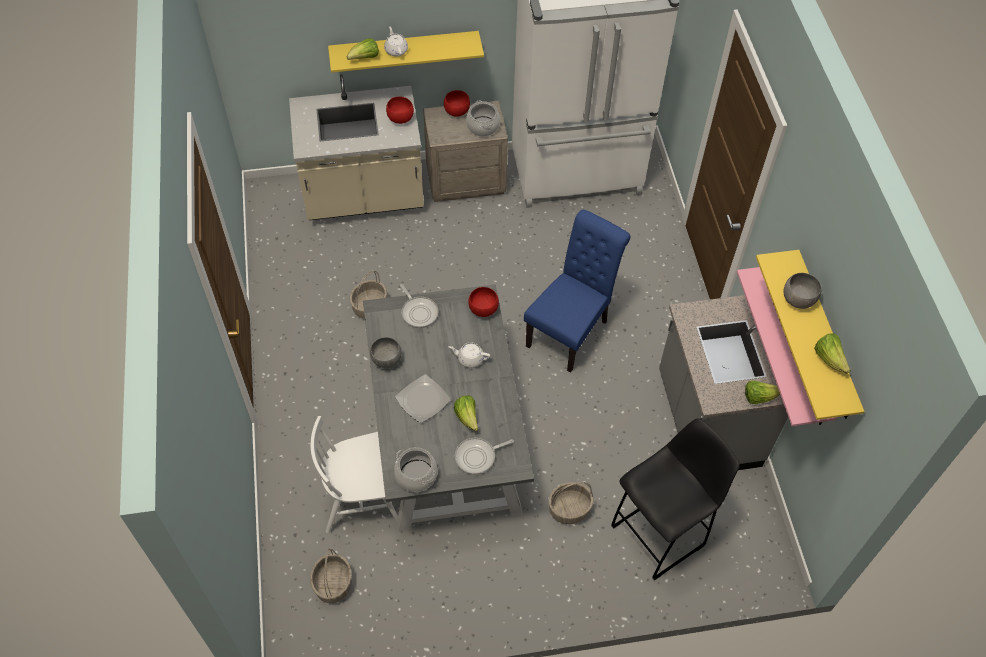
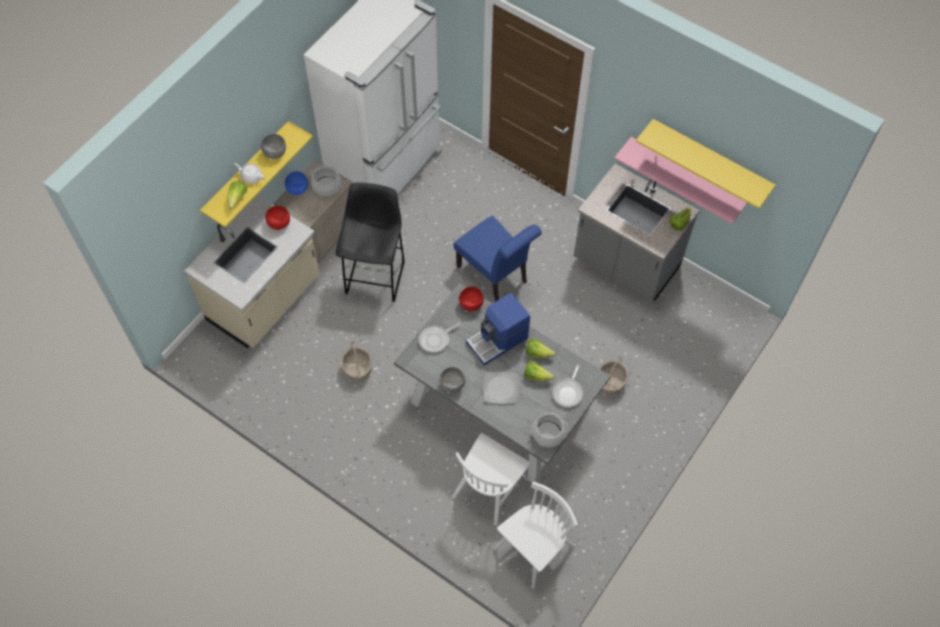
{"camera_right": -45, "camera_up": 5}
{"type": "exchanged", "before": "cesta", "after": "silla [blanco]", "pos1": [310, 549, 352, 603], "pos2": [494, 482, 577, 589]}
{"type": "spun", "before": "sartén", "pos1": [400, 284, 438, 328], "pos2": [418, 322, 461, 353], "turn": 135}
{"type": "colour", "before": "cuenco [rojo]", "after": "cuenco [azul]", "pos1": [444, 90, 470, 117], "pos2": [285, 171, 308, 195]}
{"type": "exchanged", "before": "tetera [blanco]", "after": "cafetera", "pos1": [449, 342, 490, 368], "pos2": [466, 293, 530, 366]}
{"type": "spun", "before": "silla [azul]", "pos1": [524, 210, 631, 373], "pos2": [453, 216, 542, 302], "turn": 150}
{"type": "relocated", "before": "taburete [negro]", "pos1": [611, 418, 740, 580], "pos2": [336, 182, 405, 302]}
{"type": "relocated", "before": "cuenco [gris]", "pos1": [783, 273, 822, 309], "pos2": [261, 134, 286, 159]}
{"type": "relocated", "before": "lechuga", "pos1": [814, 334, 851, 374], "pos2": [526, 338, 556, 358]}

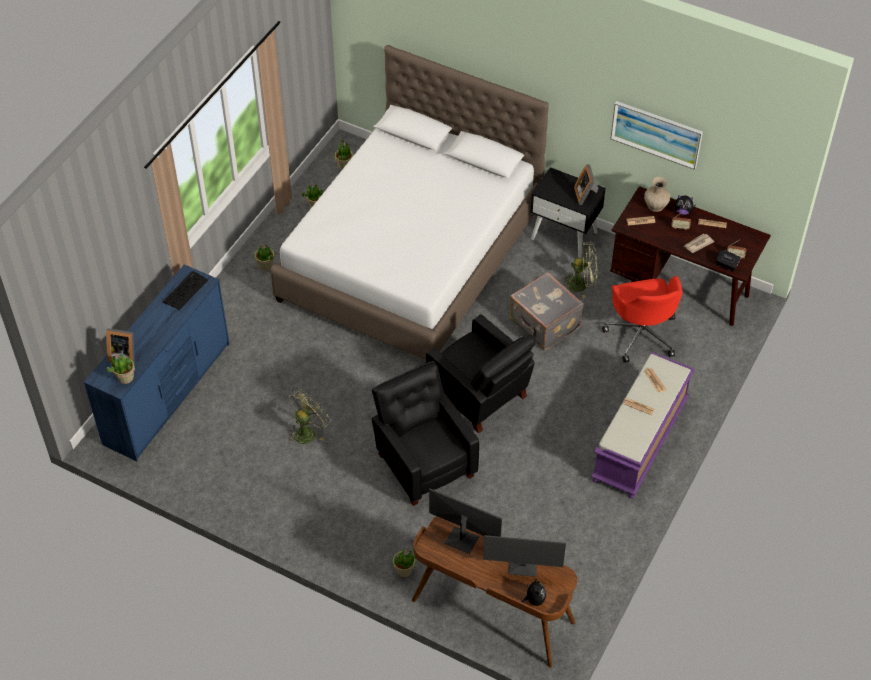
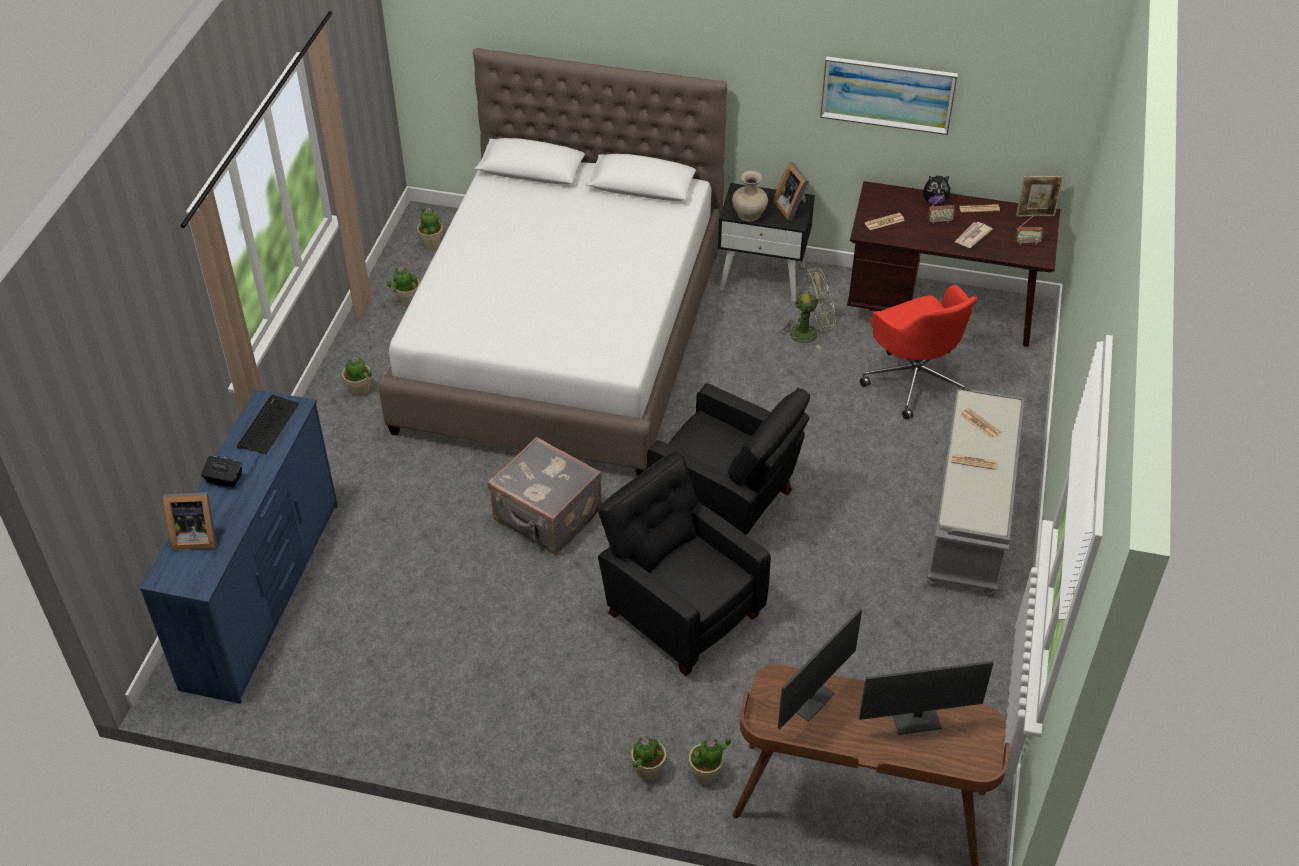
{"camera_right": -15, "camera_up": -5}
{"type": "relocated", "before": "planta en maceta", "pos1": [107, 354, 135, 384], "pos2": [631, 736, 666, 781]}
{"type": "missing", "before": "ventilador [verde]", "pos1": [288, 389, 331, 444]}
{"type": "spun", "before": "monitor", "pos1": [429, 488, 502, 554], "pos2": [778, 609, 862, 729], "turn": 120}
{"type": "relocated", "before": "maleta [gris]", "pos1": [510, 272, 583, 350], "pos2": [488, 437, 602, 555]}
{"type": "missing", "before": "peluche", "pos1": [521, 578, 546, 606]}
{"type": "colour", "before": "banco [morado]", "after": "banco [gris]", "pos1": [591, 352, 695, 498], "pos2": [927, 389, 1025, 597]}
{"type": "relocated", "before": "florero [beis]", "pos1": [644, 177, 670, 212], "pos2": [732, 171, 768, 221]}
{"type": "relocated", "before": "caja de pañuelos [negro]", "pos1": [716, 250, 741, 272], "pos2": [201, 456, 242, 488]}
{"type": "appeared", "after": "portarretratos", "pos2": [1016, 176, 1063, 217]}

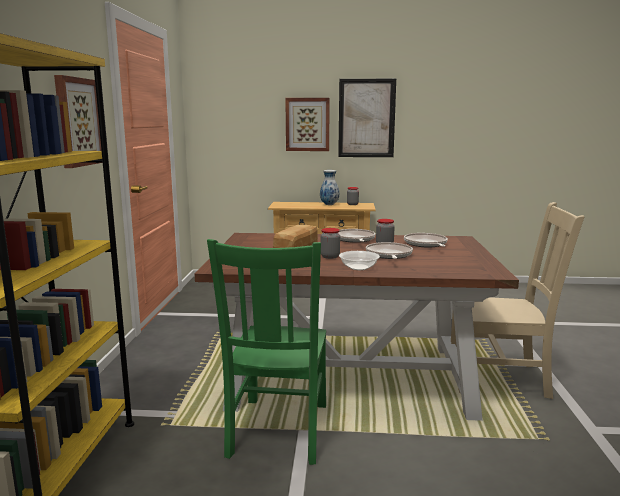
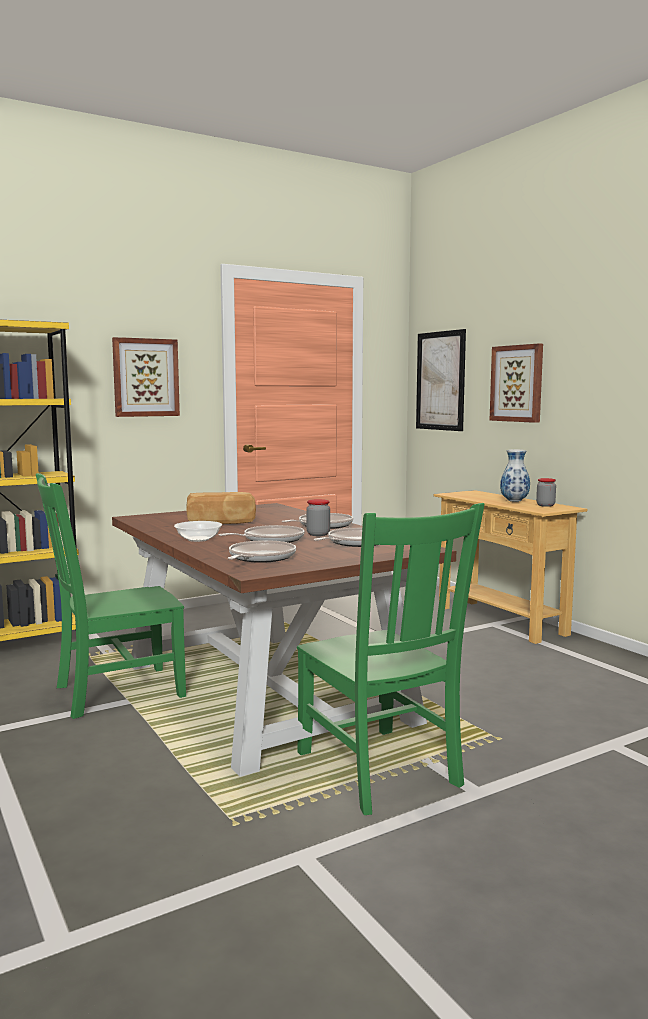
{"camera_right": 55, "camera_up": -5}
{"type": "missing", "before": "tarro", "pos1": [321, 228, 340, 259]}
{"type": "relocated", "before": "cuadro", "pos1": [338, 79, 396, 157], "pos2": [416, 329, 466, 431]}
{"type": "colour", "before": "silla [beis]", "after": "silla [verde]", "pos1": [451, 202, 584, 399], "pos2": [297, 503, 484, 815]}
{"type": "appeared", "after": "sartén", "pos2": [228, 540, 296, 563]}

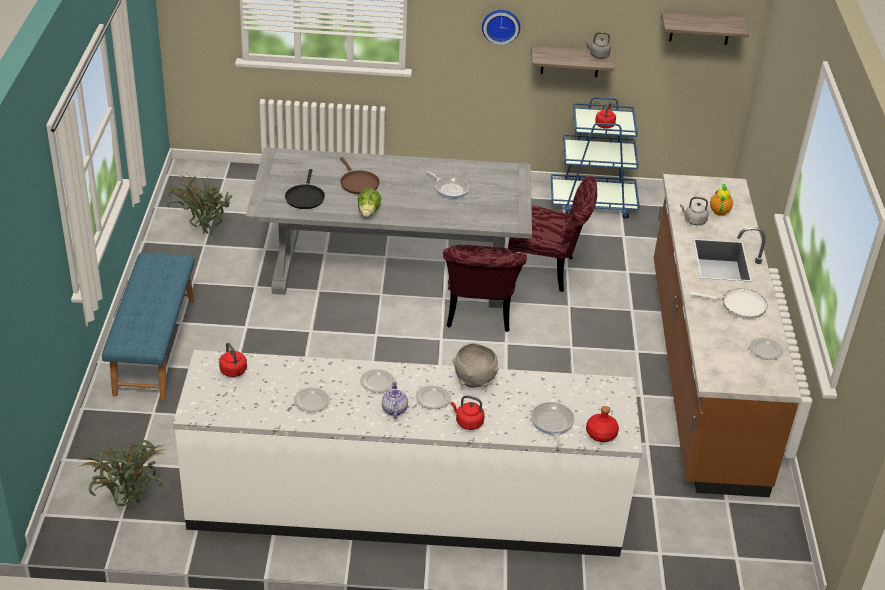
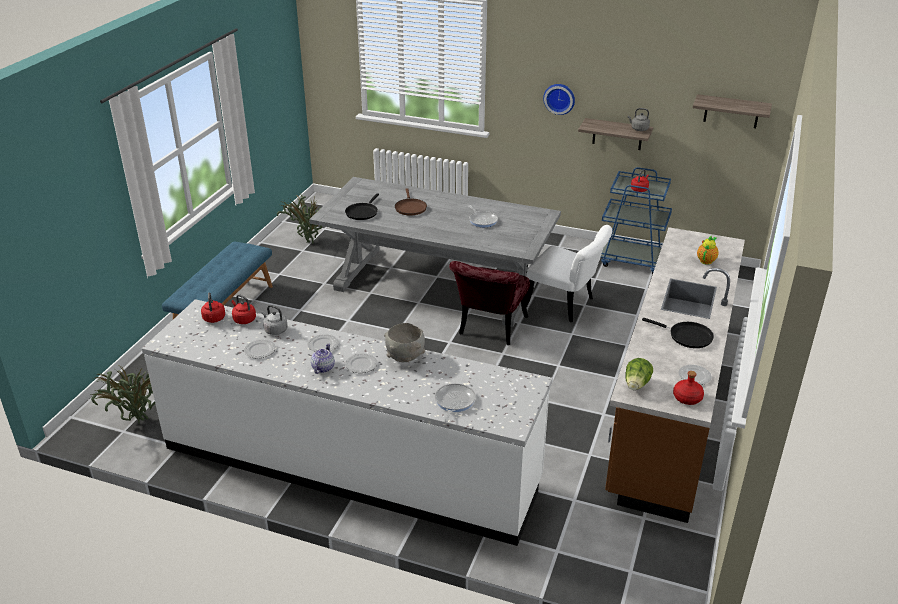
{"camera_right": 20, "camera_up": -5}
{"type": "relocated", "before": "lechuga", "pos1": [358, 189, 381, 217], "pos2": [625, 358, 653, 390]}
{"type": "relocated", "before": "hervidor [rojo]", "pos1": [451, 395, 485, 430], "pos2": [232, 295, 256, 324]}
{"type": "colour", "before": "silla [rojo]", "after": "silla [blanco]", "pos1": [508, 176, 597, 292], "pos2": [526, 225, 612, 322]}
{"type": "relocated", "before": "botella [rojo]", "pos1": [586, 406, 619, 442], "pos2": [673, 371, 704, 405]}
{"type": "relocated", "before": "hervidor [gris]", "pos1": [680, 197, 709, 226], "pos2": [261, 305, 288, 335]}
{"type": "colour", "before": "sartén [blanco]", "after": "sartén [negro]", "pos1": [690, 289, 767, 319], "pos2": [642, 318, 714, 348]}

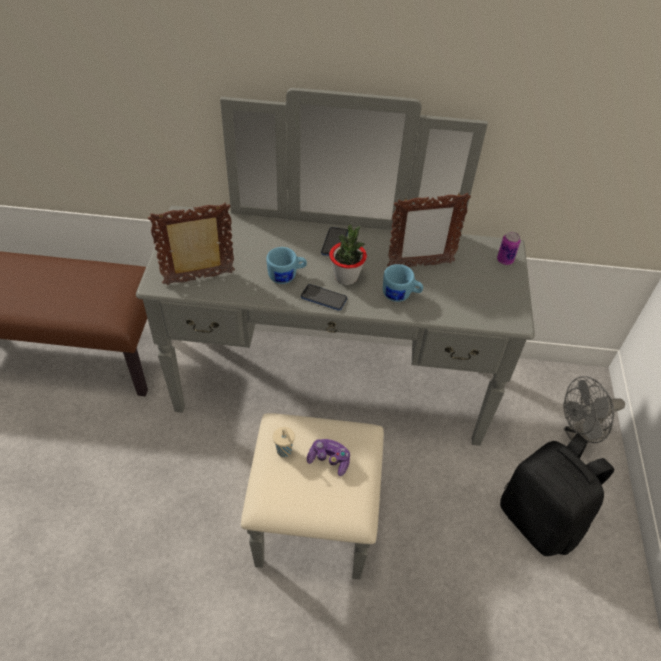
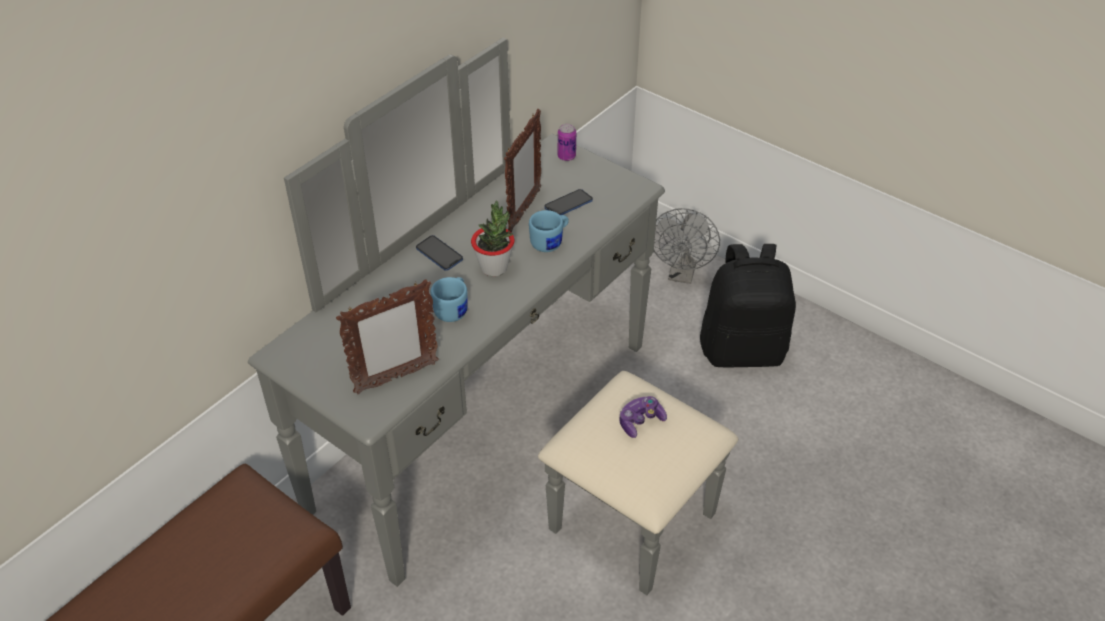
{"camera_right": -55, "camera_up": -5}
{"type": "spun", "before": "portarretratos", "pos1": [148, 202, 235, 285], "pos2": [336, 279, 439, 394], "turn": -135}
{"type": "missing", "before": "taza [beis]", "pos1": [273, 427, 295, 457]}
{"type": "relocated", "before": "móvil", "pos1": [301, 284, 347, 311], "pos2": [544, 189, 593, 215]}

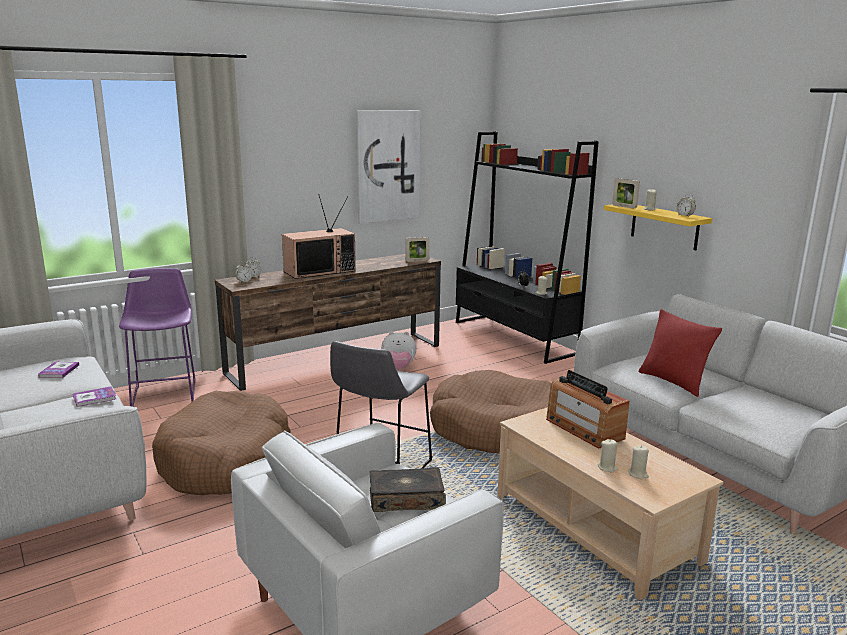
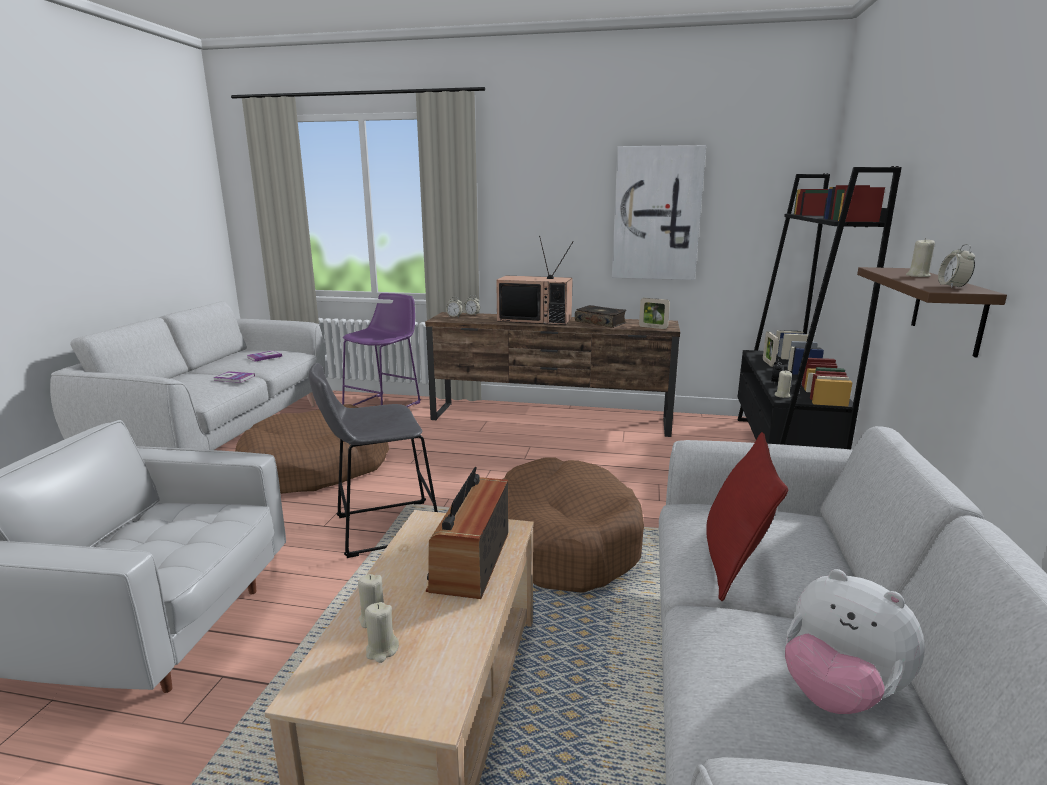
{"camera_right": 45, "camera_up": 0}
{"type": "relocated", "before": "libro", "pos1": [369, 467, 446, 512], "pos2": [575, 305, 626, 328]}
{"type": "relocated", "before": "peluche", "pos1": [381, 331, 416, 370], "pos2": [785, 569, 925, 714]}
{"type": "colour", "before": "estante [amarillo]", "after": "estante [marrón]", "pos1": [604, 204, 712, 250], "pos2": [857, 267, 1007, 358]}
{"type": "relocated", "before": "portarretratos", "pos1": [612, 178, 640, 209], "pos2": [763, 332, 778, 367]}

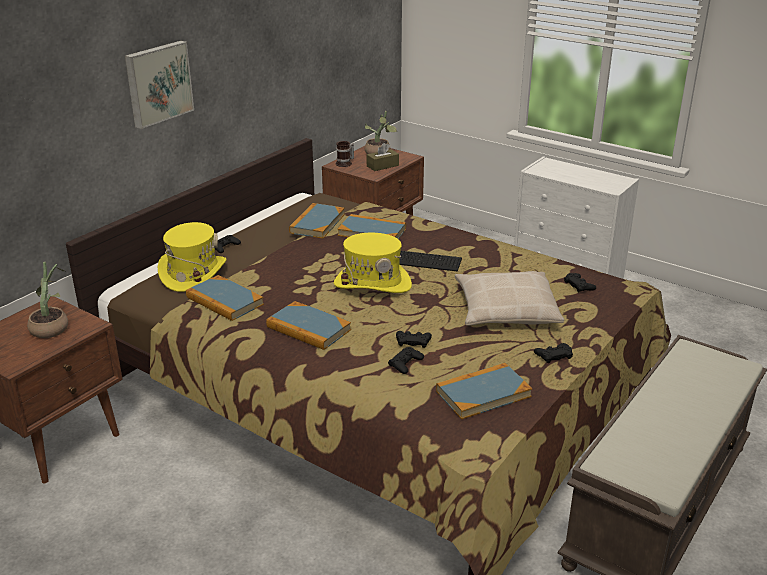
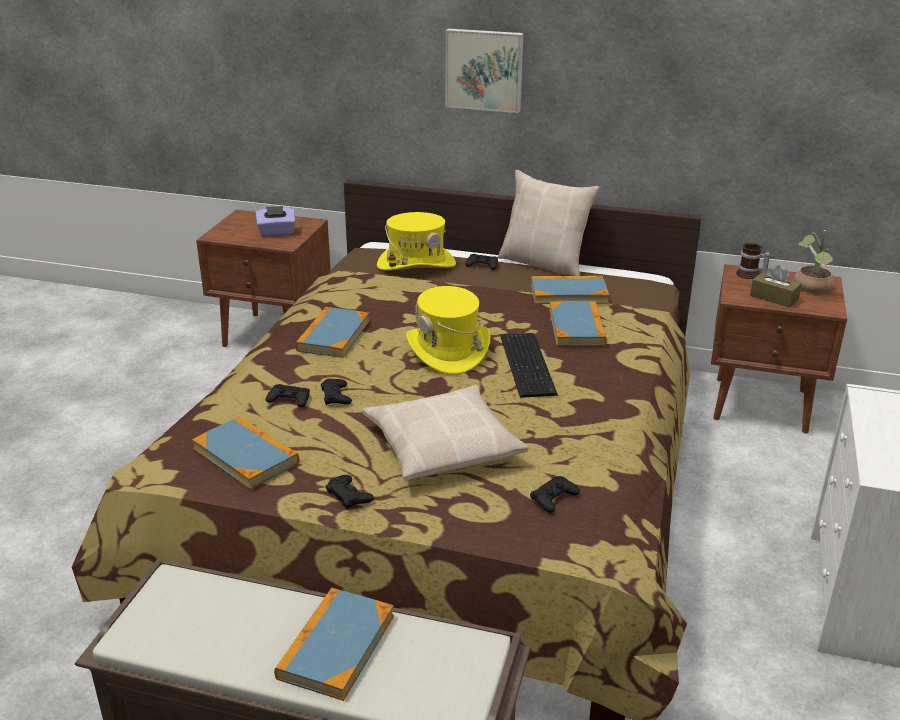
{"camera_right": 70, "camera_up": 0}
{"type": "exchanged", "before": "planta en maceta", "after": "caja de pañuelos [morado]", "pos1": [27, 262, 68, 338], "pos2": [256, 206, 296, 237]}
{"type": "relocated", "before": "libro", "pos1": [186, 275, 264, 321], "pos2": [274, 588, 394, 701]}
{"type": "appeared", "after": "cojín [beis]", "pos2": [498, 170, 600, 276]}

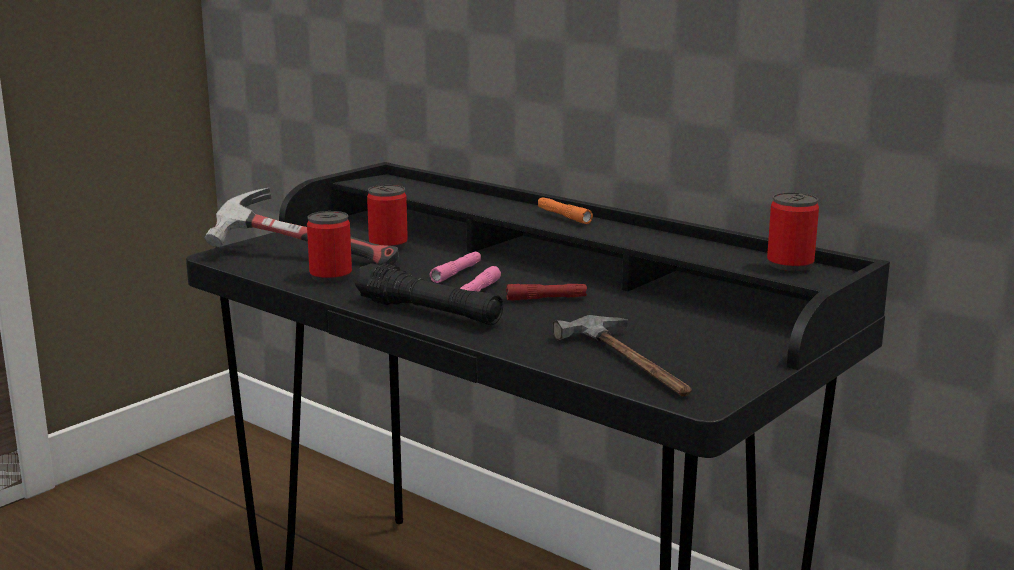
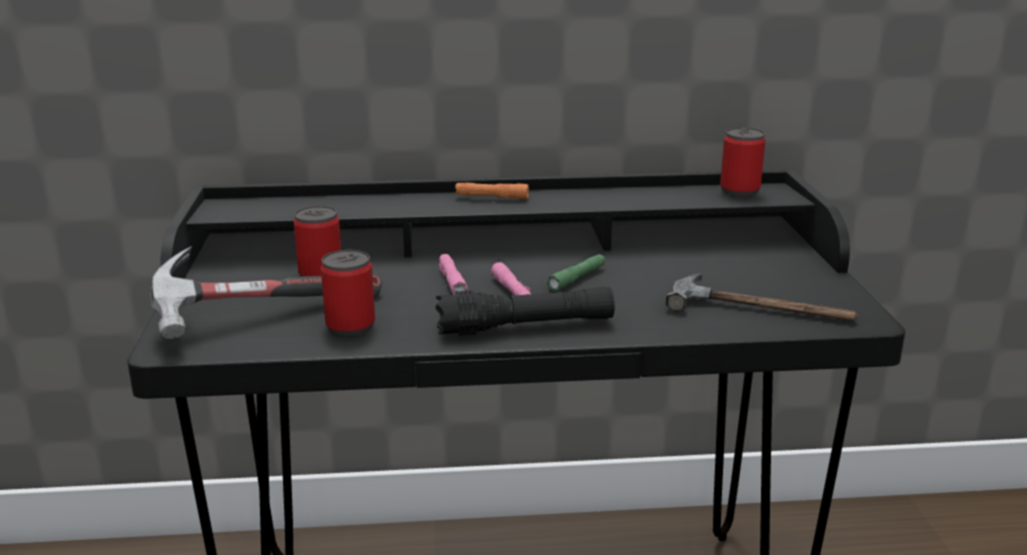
{"camera_right": -45, "camera_up": 5}
{"type": "colour", "before": "linterna [rojo]", "after": "linterna [verde]", "pos1": [506, 284, 587, 300], "pos2": [547, 254, 605, 291]}

